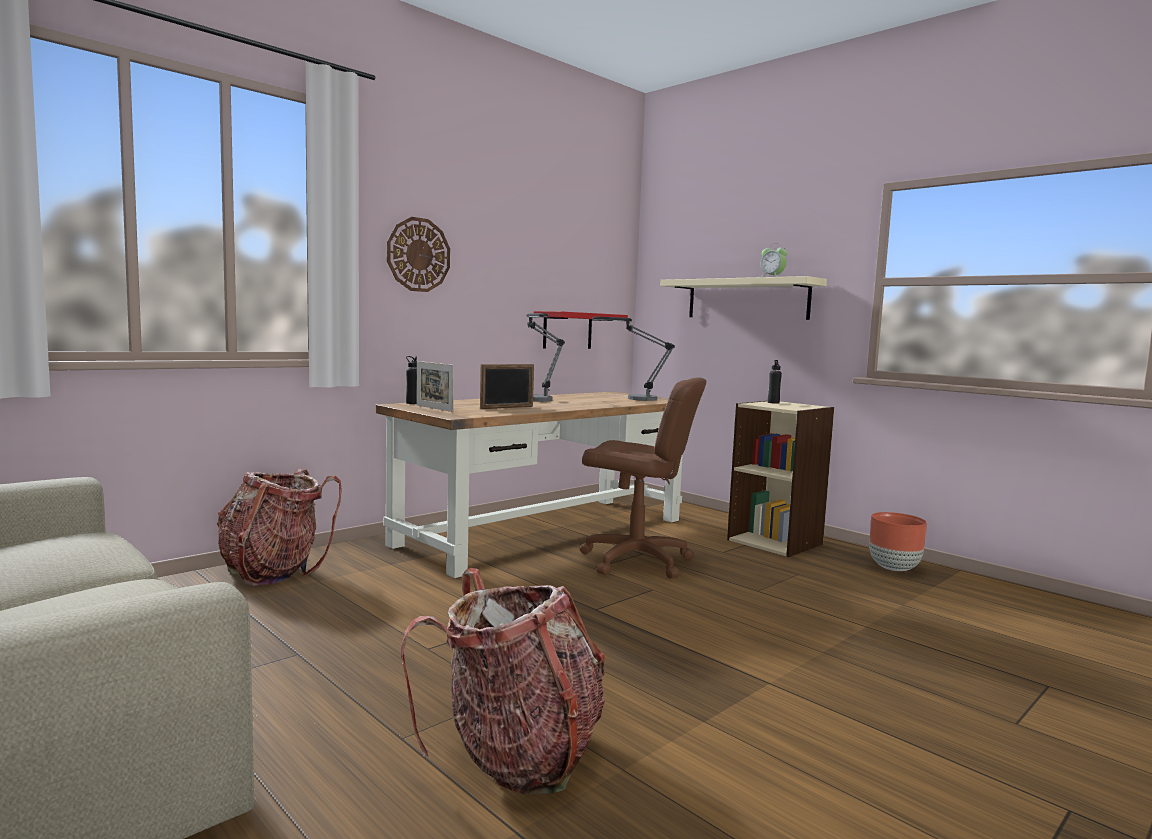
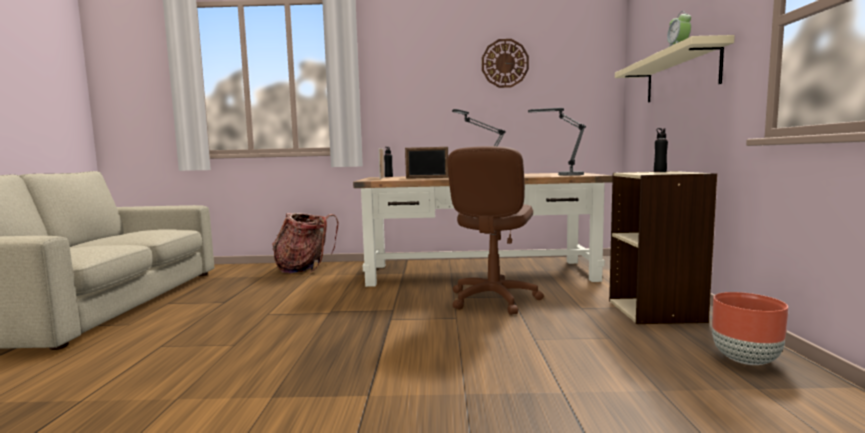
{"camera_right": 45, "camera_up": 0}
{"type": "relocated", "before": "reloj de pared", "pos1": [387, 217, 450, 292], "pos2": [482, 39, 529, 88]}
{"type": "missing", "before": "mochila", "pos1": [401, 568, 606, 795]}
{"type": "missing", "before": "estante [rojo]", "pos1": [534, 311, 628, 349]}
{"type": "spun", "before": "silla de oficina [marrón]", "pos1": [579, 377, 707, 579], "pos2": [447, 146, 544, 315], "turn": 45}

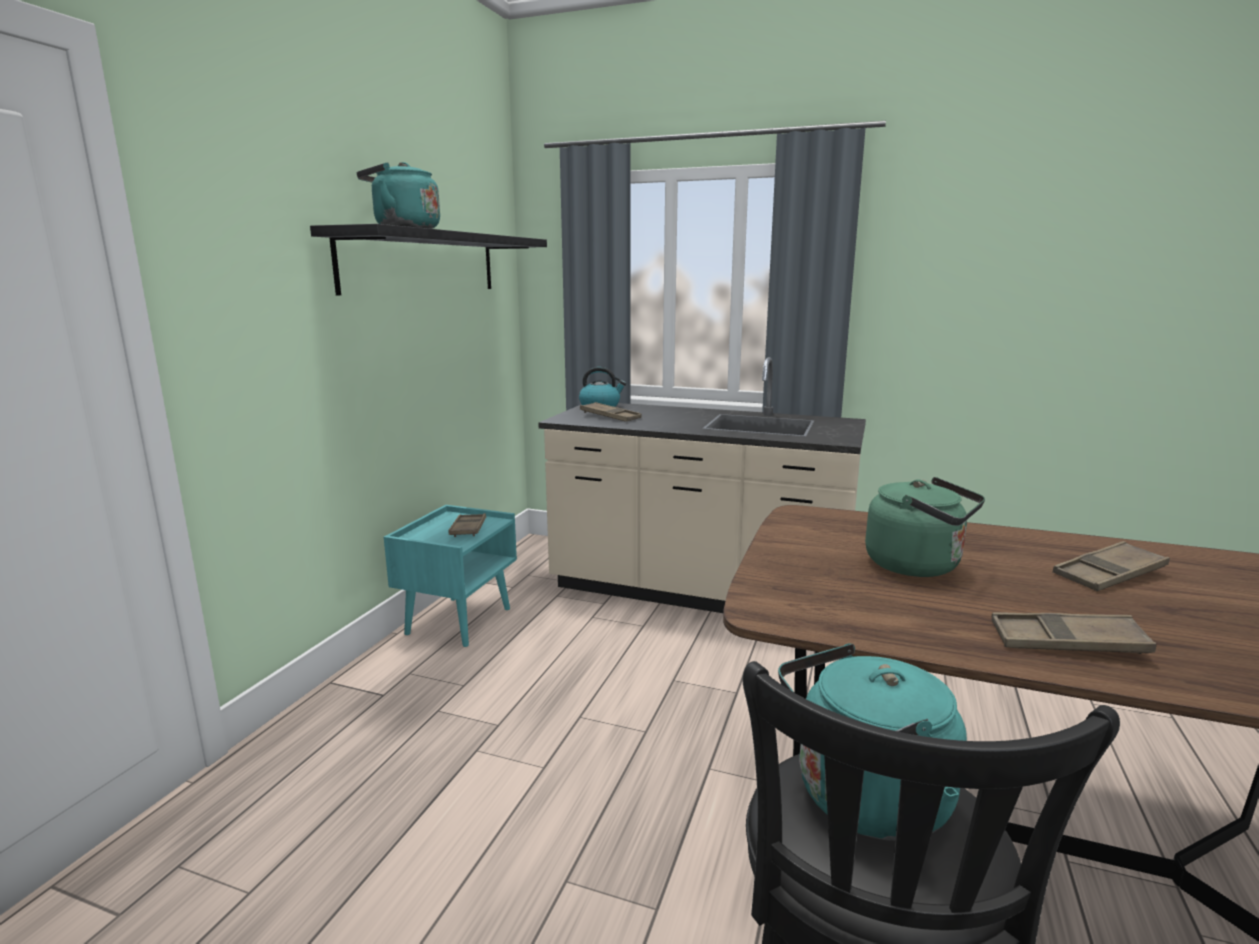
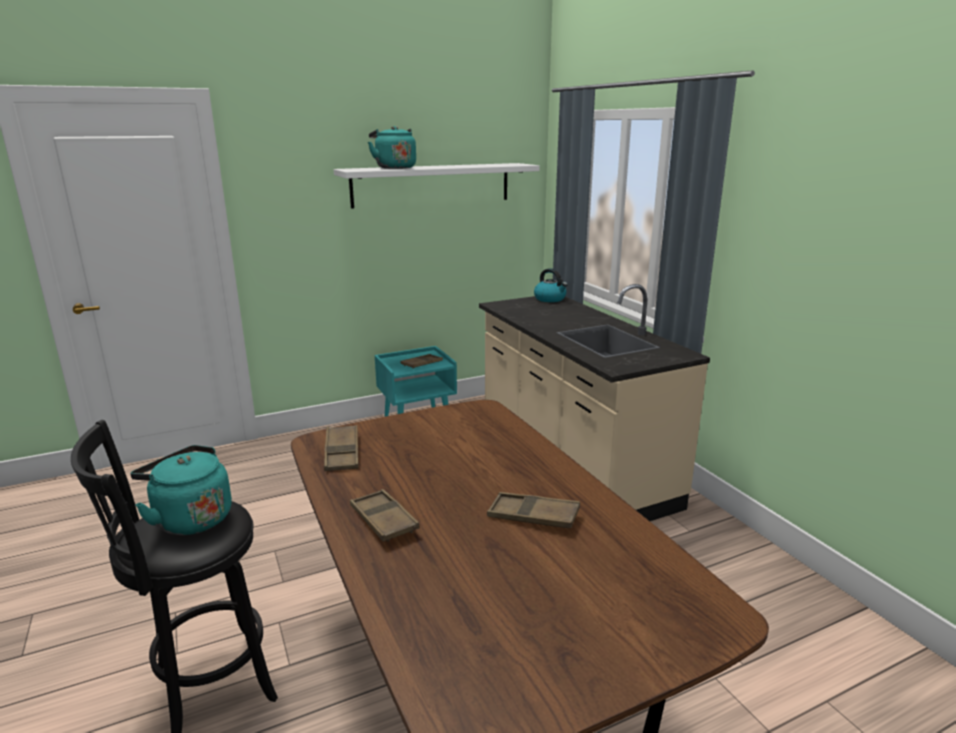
{"camera_right": 45, "camera_up": 5}
{"type": "colour", "before": "estante [negro]", "after": "estante [blanco]", "pos1": [310, 224, 547, 295], "pos2": [334, 163, 540, 209]}
{"type": "relocated", "before": "bandeja [marrón]", "pos1": [580, 402, 642, 421], "pos2": [324, 425, 358, 471]}
{"type": "missing", "before": "hervidor [verde]", "pos1": [865, 477, 985, 577]}

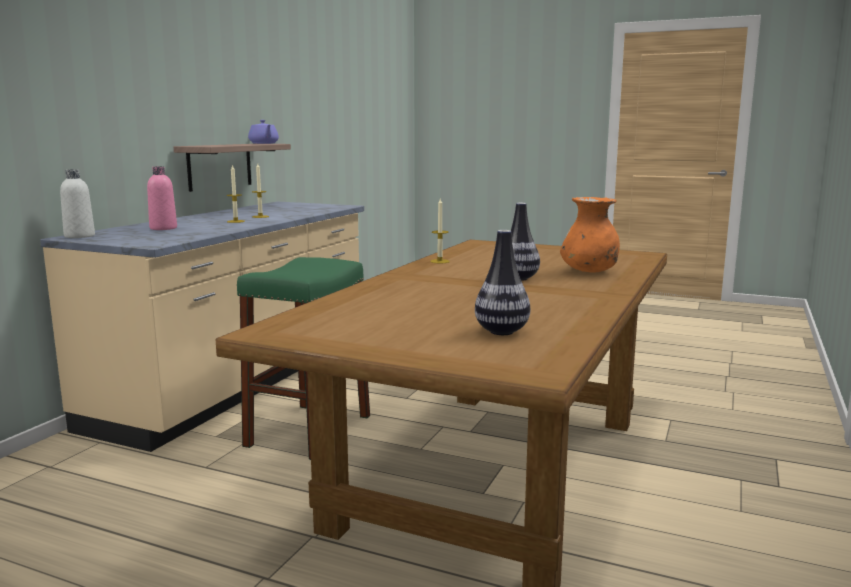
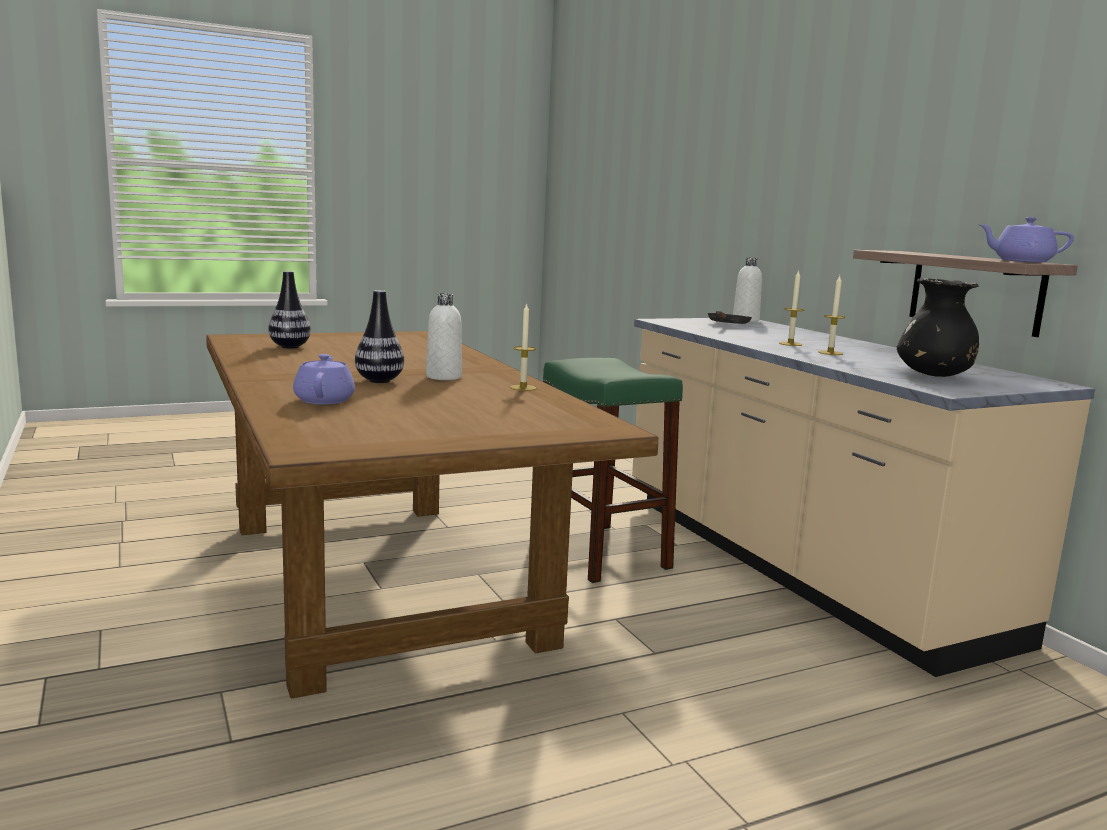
{"camera_right": 130, "camera_up": 0}
{"type": "missing", "before": "botella [rosa]", "pos1": [147, 166, 177, 230]}
{"type": "exchanged", "before": "florero [naranja]", "after": "tetera [morado]", "pos1": [560, 197, 620, 273], "pos2": [293, 354, 355, 404]}
{"type": "appeared", "after": "botella [blanco]", "pos2": [426, 293, 462, 380]}
{"type": "appeared", "after": "sartén [negro]", "pos2": [708, 311, 752, 324]}
{"type": "appeared", "after": "florero [negro]", "pos2": [897, 278, 979, 377]}

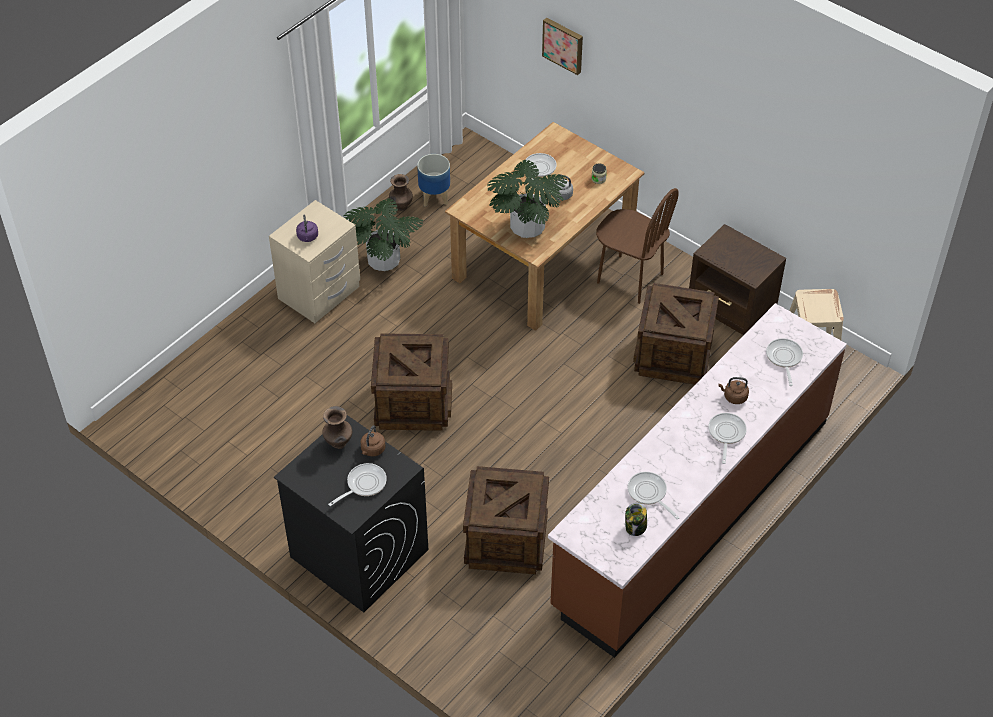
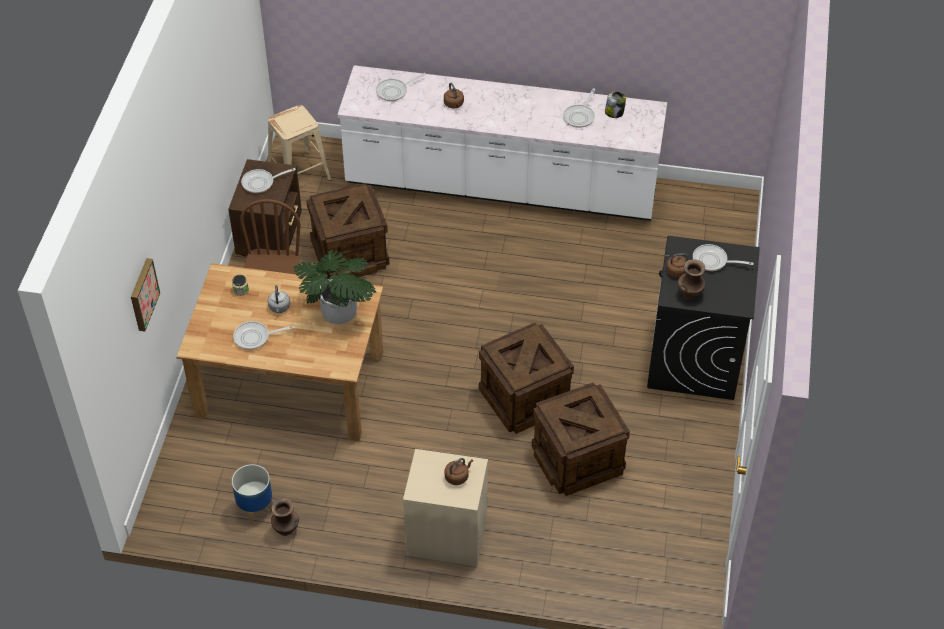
{"camera_right": -120, "camera_up": 0}
{"type": "colour", "before": "hervidor [morado]", "after": "hervidor [marrón]", "pos1": [296, 214, 318, 242], "pos2": [445, 458, 473, 485]}
{"type": "missing", "before": "planta en maceta", "pos1": [344, 198, 423, 271]}
{"type": "relocated", "before": "caja de embalaje", "pos1": [463, 466, 549, 575], "pos2": [532, 382, 630, 496]}
{"type": "colour", "before": "mueble bajo de cocina [marrón]", "after": "mueble bajo de cocina [blanco]", "pos1": [548, 303, 847, 658], "pos2": [337, 65, 667, 221]}
{"type": "relocated", "before": "sartén", "pos1": [708, 413, 747, 464], "pos2": [241, 168, 296, 193]}

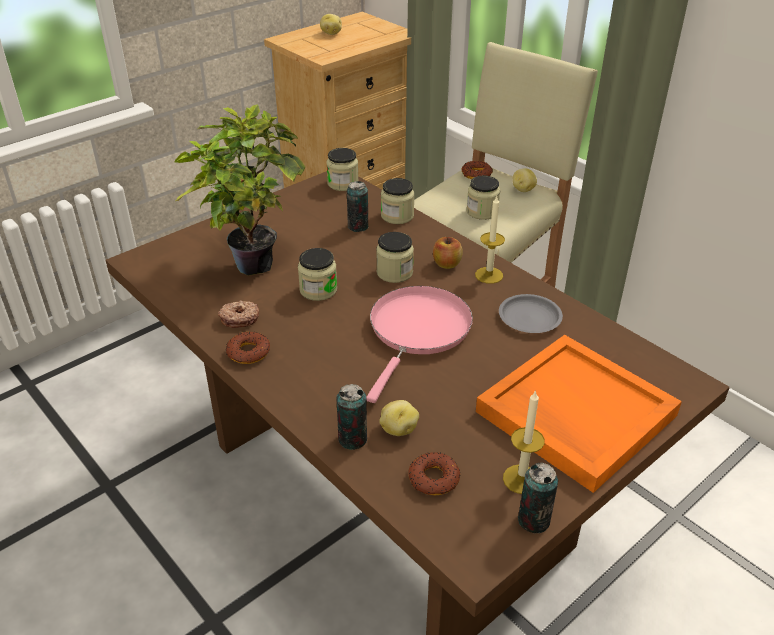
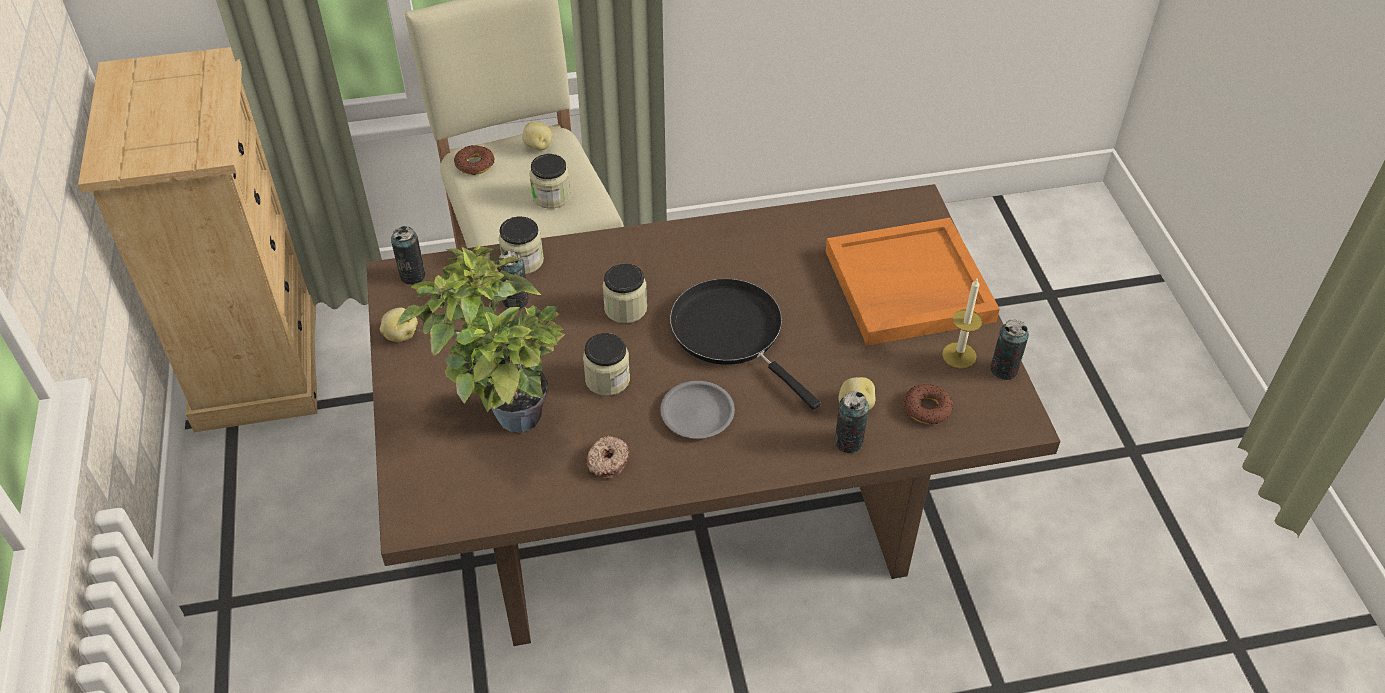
{"camera_right": -60, "camera_up": 10}
{"type": "missing", "before": "rosquilla", "pos1": [226, 332, 270, 364]}
{"type": "relocated", "before": "patata", "pos1": [320, 14, 342, 35], "pos2": [380, 308, 418, 342]}
{"type": "exchanged", "before": "tarro", "after": "lata", "pos1": [326, 148, 359, 191], "pos2": [391, 226, 426, 285]}
{"type": "colour", "before": "sartén [rosa]", "after": "sartén [negro]", "pos1": [366, 286, 473, 403], "pos2": [670, 278, 821, 410]}
{"type": "missing", "before": "manzana", "pos1": [433, 237, 463, 269]}
{"type": "missing", "before": "vela", "pos1": [475, 196, 505, 284]}
{"type": "relocated", "before": "plato [gris]", "pos1": [499, 294, 563, 333], "pos2": [660, 381, 735, 438]}

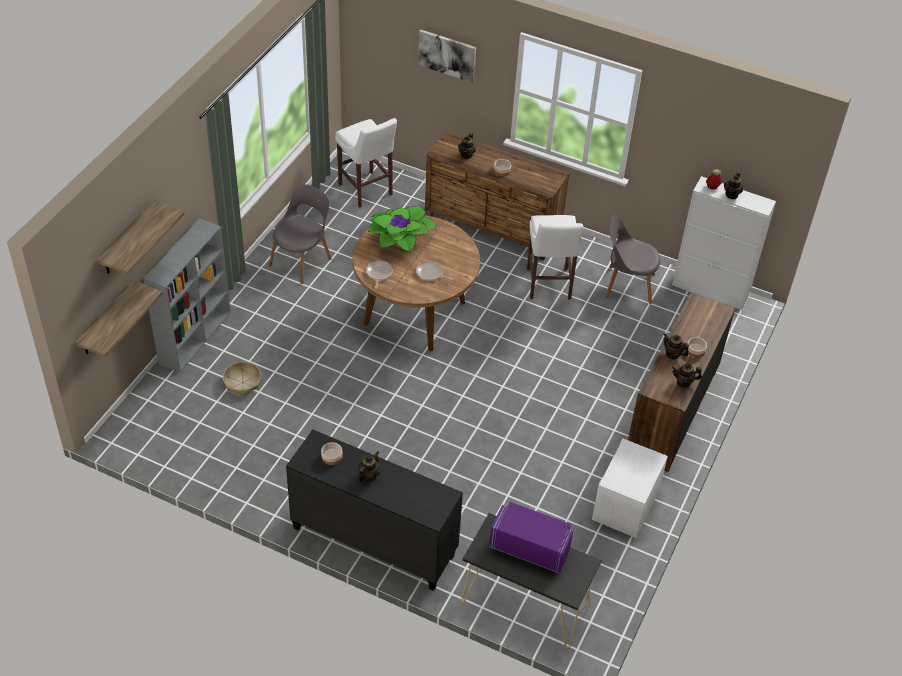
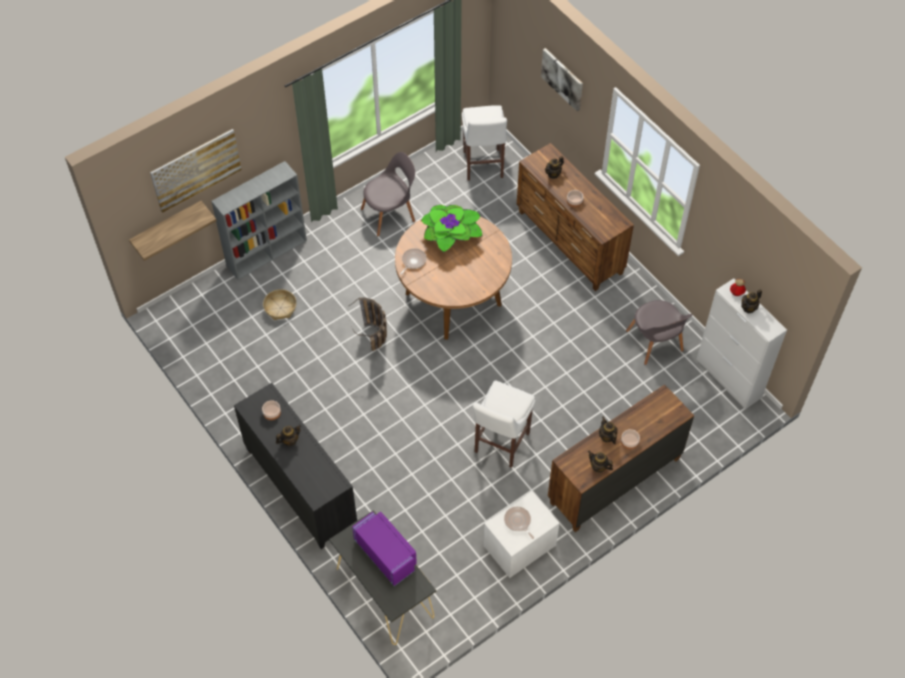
{"camera_right": 30, "camera_up": 10}
{"type": "exchanged", "before": "estante", "after": "cuadro", "pos1": [97, 201, 184, 275], "pos2": [150, 129, 242, 213]}
{"type": "relocated", "before": "sartén", "pos1": [416, 261, 453, 281], "pos2": [504, 507, 534, 539]}
{"type": "relocated", "before": "taburete [blanco]", "pos1": [527, 215, 583, 299], "pos2": [473, 381, 535, 468]}
{"type": "spun", "before": "silla [gris]", "pos1": [605, 215, 660, 304], "pos2": [626, 300, 692, 365], "turn": -150}
{"type": "appeared", "after": "cesta", "pos2": [348, 297, 387, 351]}

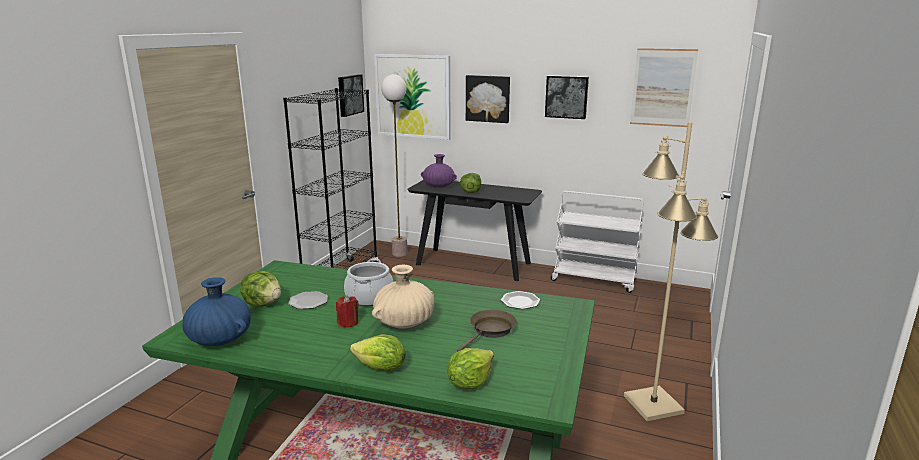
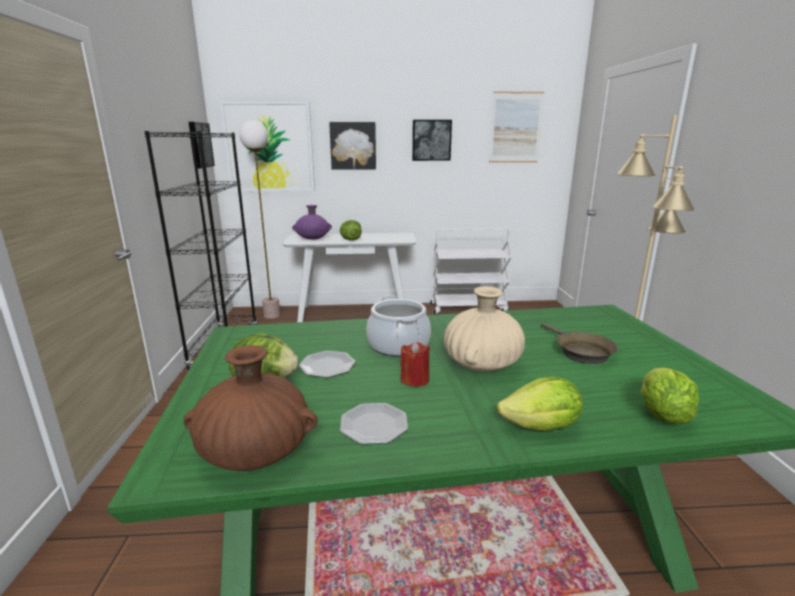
{"camera_right": -25, "camera_up": 0}
{"type": "colour", "before": "florero [azul]", "after": "florero [marrón]", "pos1": [182, 277, 251, 346], "pos2": [184, 345, 318, 471]}
{"type": "colour", "before": "mesa consola [negro]", "after": "mesa consola [blanco]", "pos1": [407, 180, 542, 281], "pos2": [283, 232, 417, 322]}
{"type": "spun", "before": "sartén [marrón]", "pos1": [457, 310, 516, 352], "pos2": [541, 323, 618, 364], "turn": 150}
{"type": "relocated", "before": "plato", "pos1": [501, 291, 540, 309], "pos2": [340, 403, 408, 444]}

